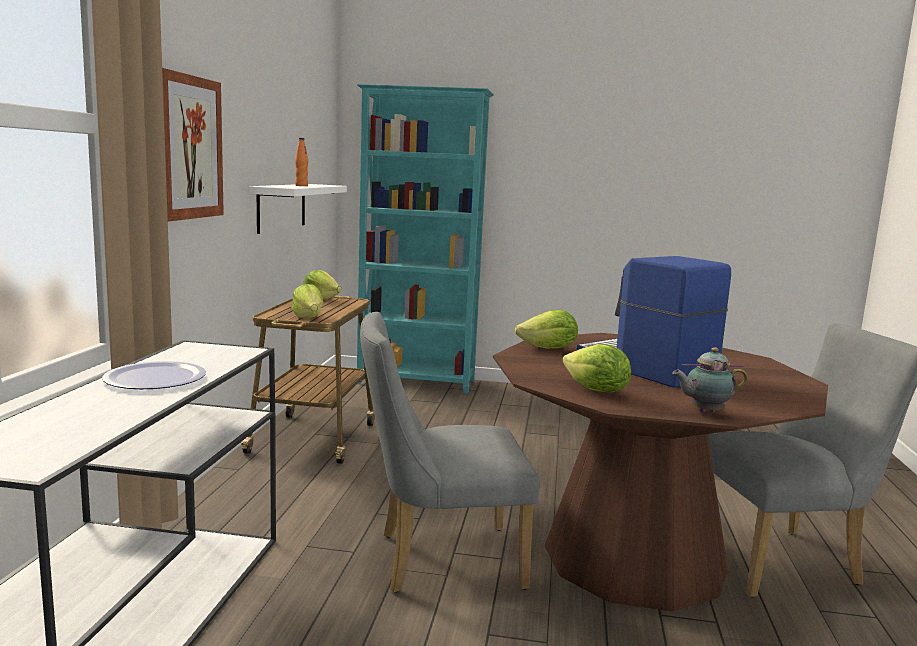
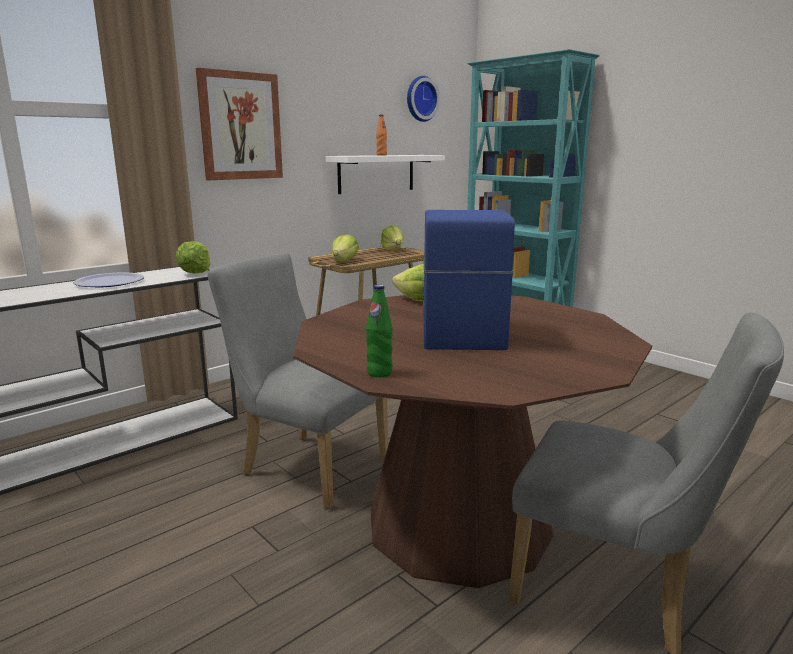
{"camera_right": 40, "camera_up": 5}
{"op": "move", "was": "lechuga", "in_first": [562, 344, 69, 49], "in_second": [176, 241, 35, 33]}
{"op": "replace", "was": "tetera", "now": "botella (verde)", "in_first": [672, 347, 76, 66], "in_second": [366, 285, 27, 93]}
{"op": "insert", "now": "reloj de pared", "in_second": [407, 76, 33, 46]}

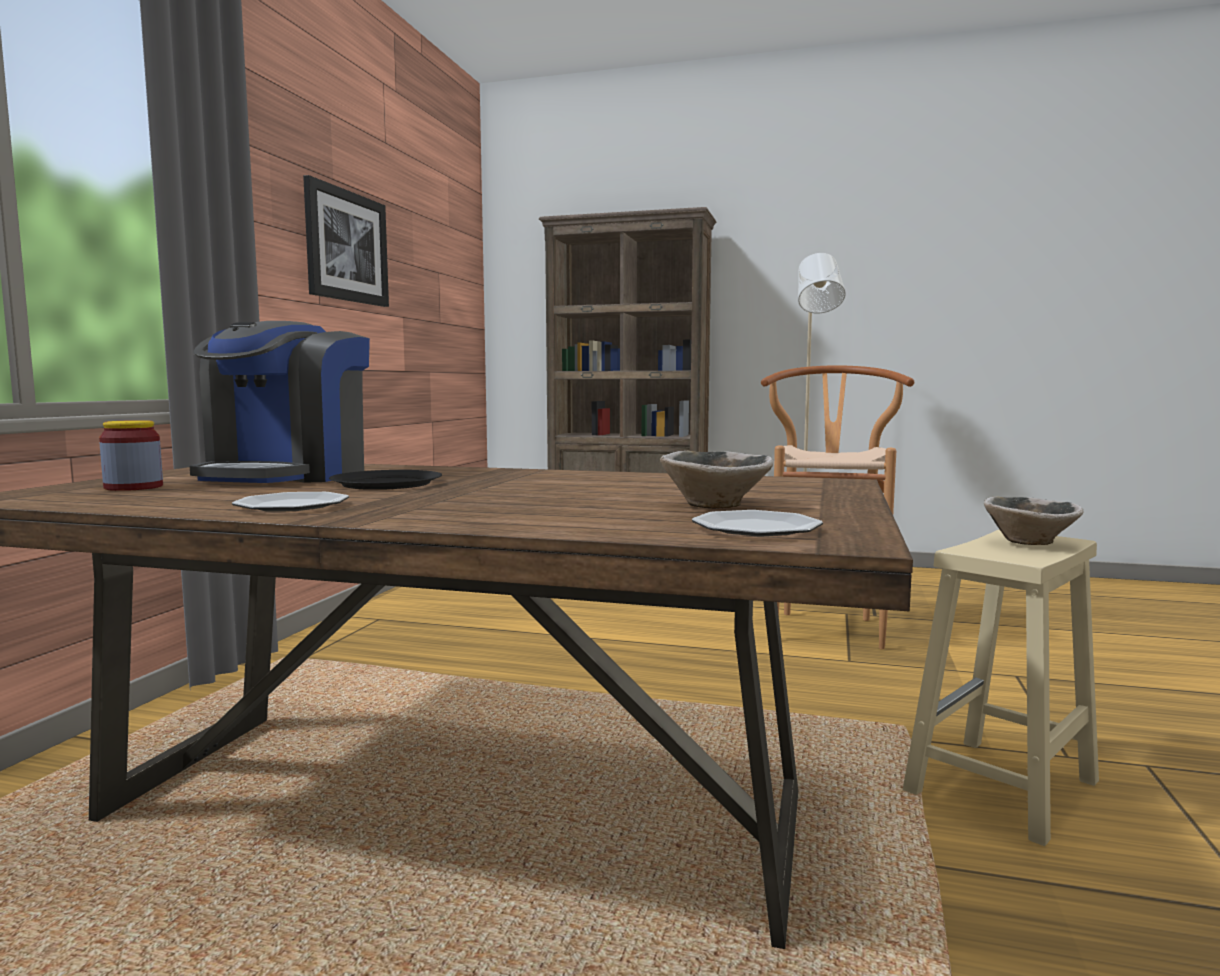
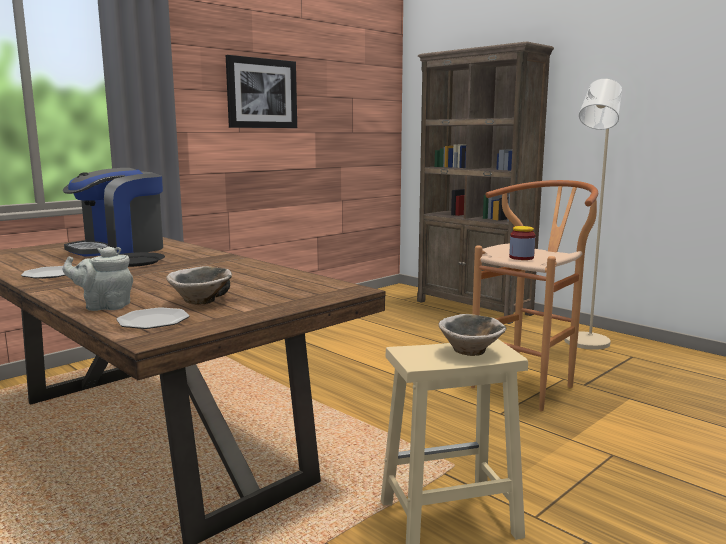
{"camera_right": 30, "camera_up": 5}
{"op": "move", "was": "tarro", "in_first": [99, 420, 64, 71], "in_second": [509, 226, 26, 34]}
{"op": "insert", "now": "tetera (gris)", "in_second": [63, 246, 70, 65]}

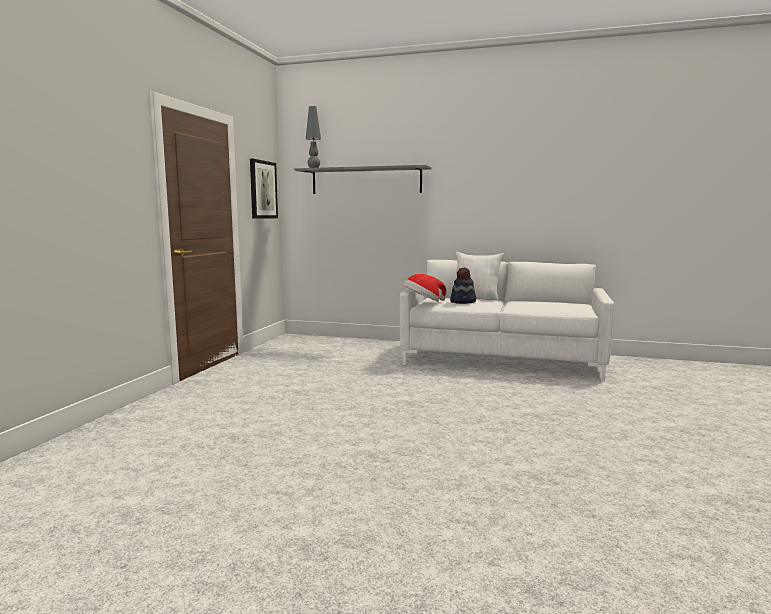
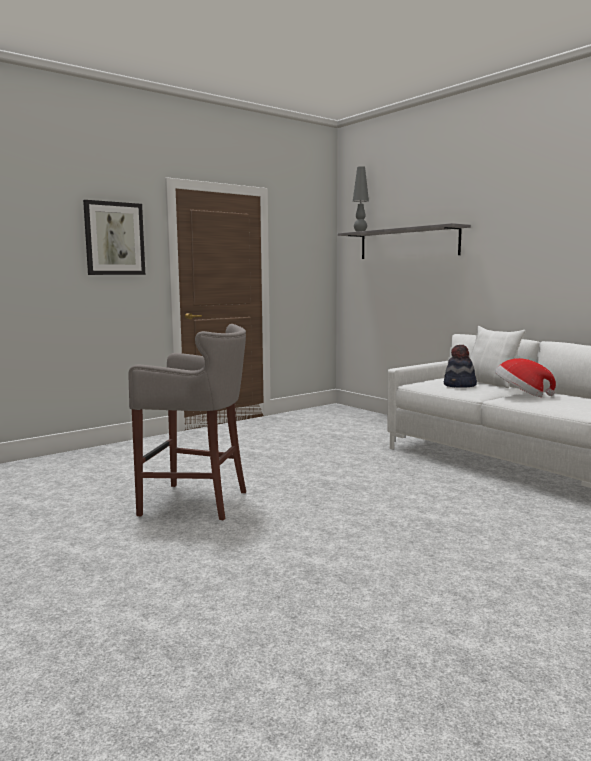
{"camera_right": 35, "camera_up": 0}
{"op": "move", "was": "cuadro", "in_first": [250, 159, 28, 60], "in_second": [83, 200, 62, 75]}
{"op": "move", "was": "sombrero", "in_first": [403, 274, 43, 28], "in_second": [495, 358, 61, 39]}
{"op": "insert", "now": "taburete (gris)", "in_second": [129, 324, 117, 196]}

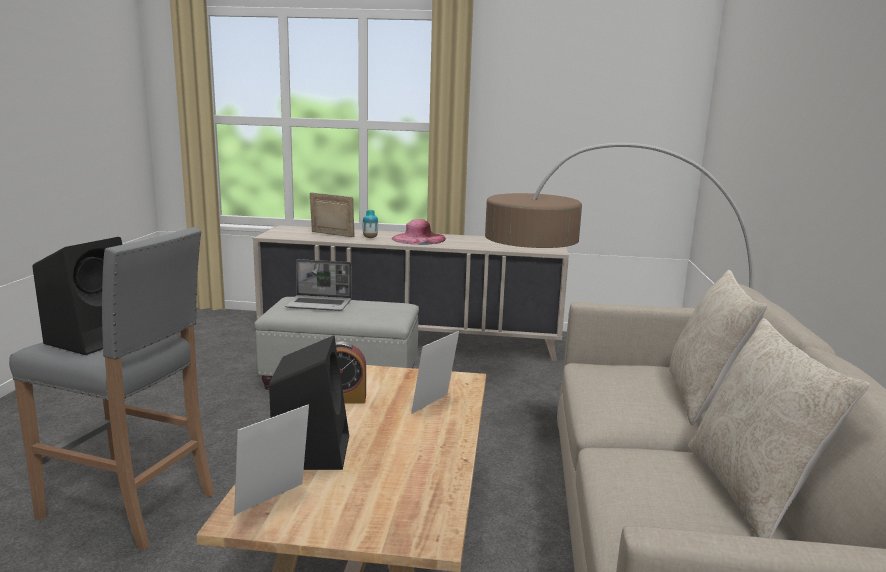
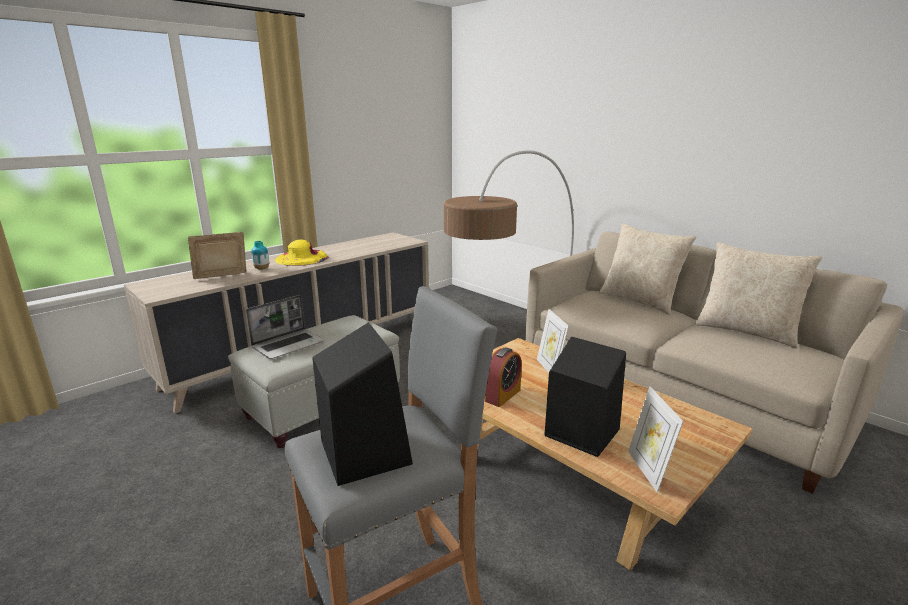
{"camera_right": -50, "camera_up": 5}
{"op": "recolor", "was": "sombrero (rosa)", "now": "sombrero (amarillo)", "in_first": [392, 219, 54, 26], "in_second": [275, 240, 53, 26]}

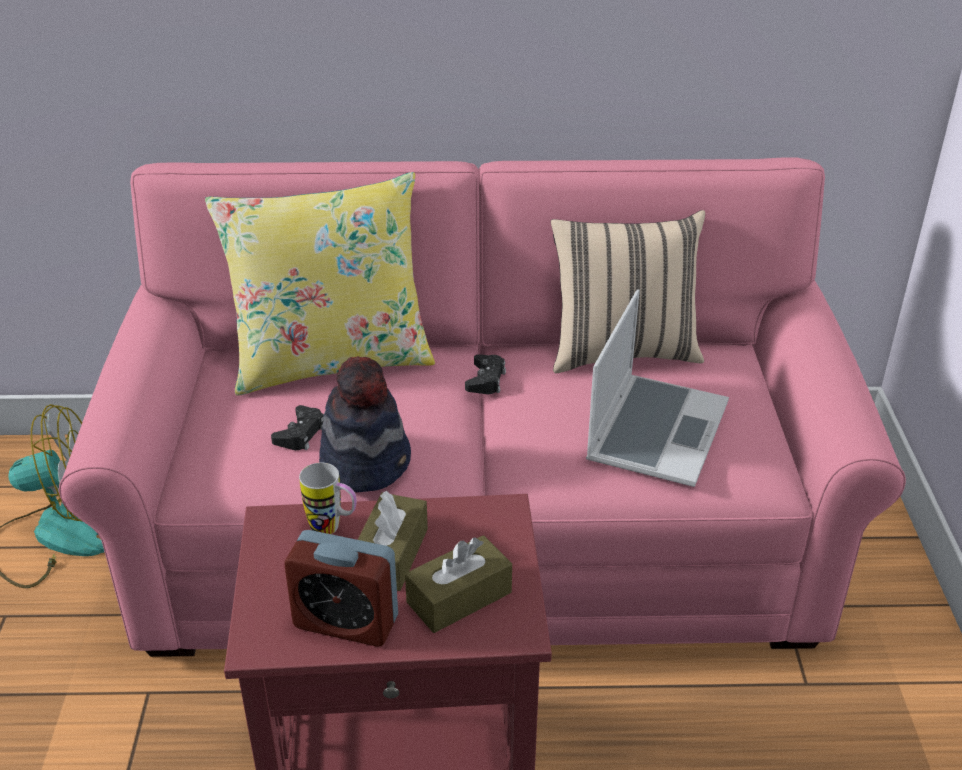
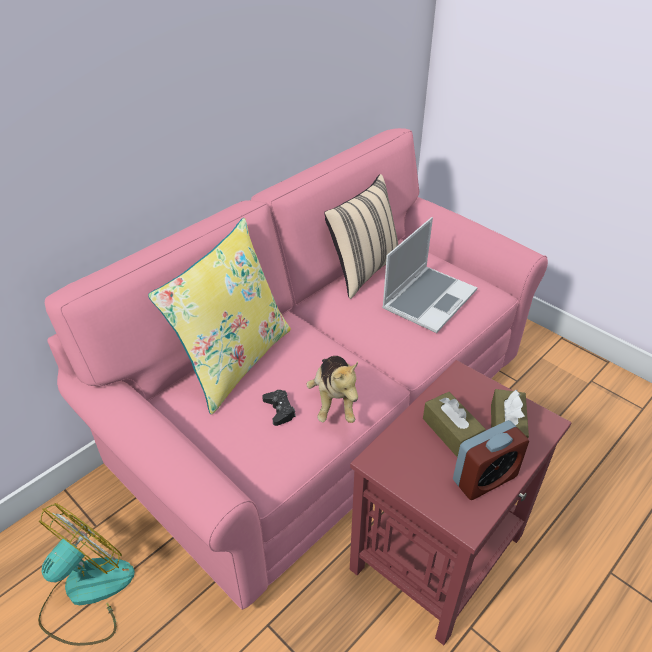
{"camera_right": -45, "camera_up": 5}
{"op": "rotate", "was": "portátil", "in_first": [586, 290, 143, 197], "in_second": [382, 217, 95, 116], "clockwise": 60}
{"op": "delete", "was": "mando de consola (negro)", "in_first": [465, 354, 41, 40]}
{"op": "replace", "was": "sombrero", "now": "peluche", "in_first": [319, 356, 92, 136], "in_second": [306, 356, 52, 67]}
{"op": "delete", "was": "taza grande", "in_first": [299, 463, 58, 71]}

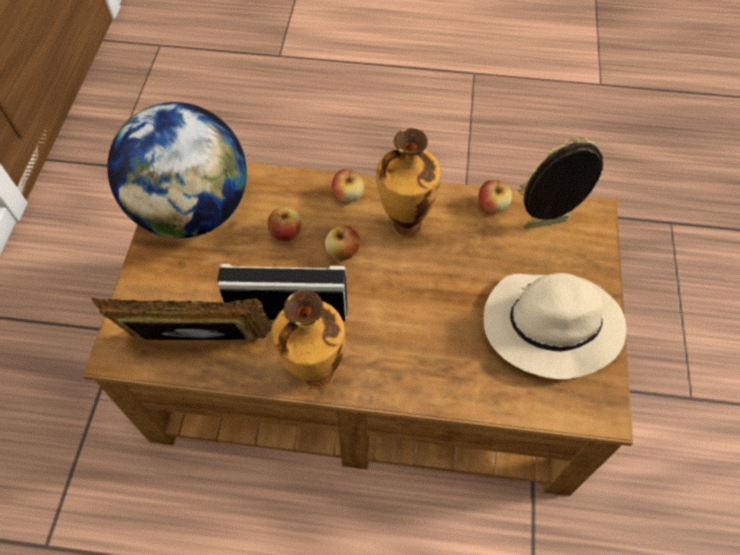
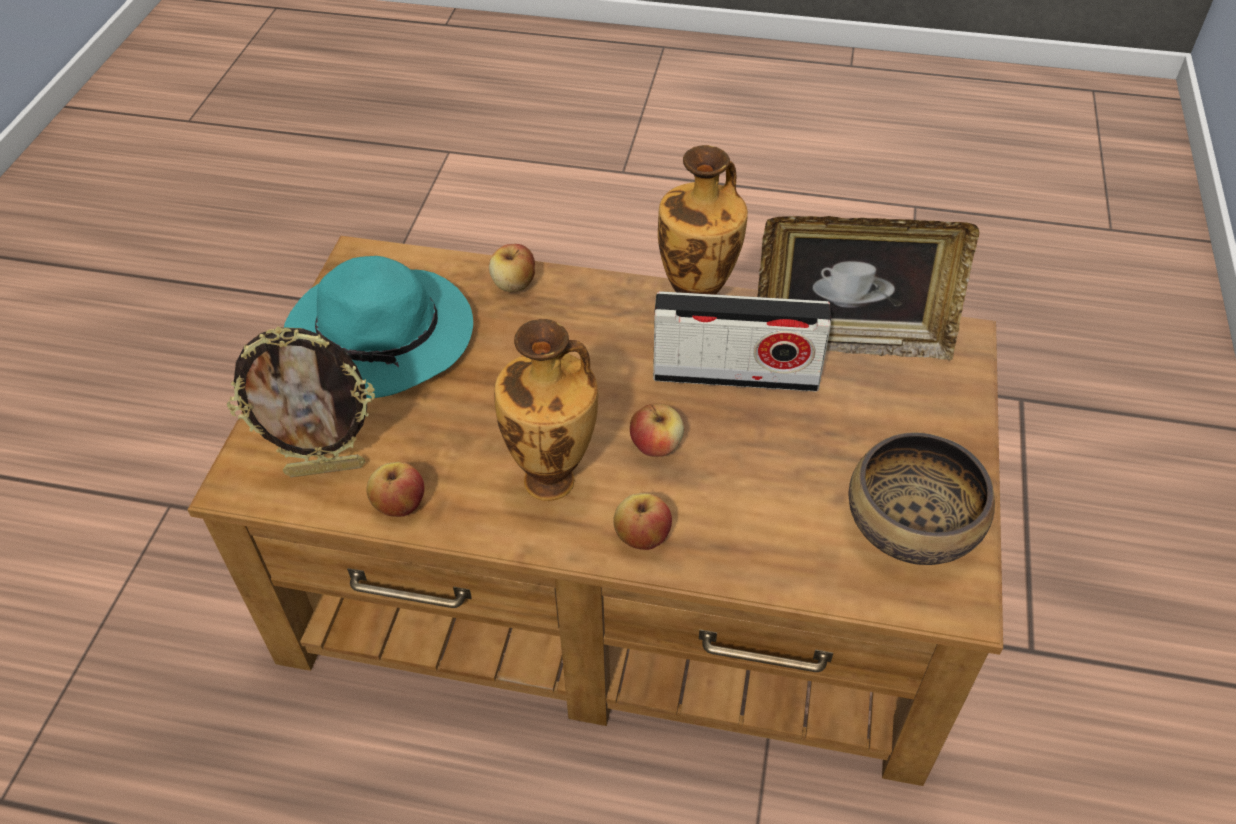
{"camera_right": -175, "camera_up": -10}
{"op": "replace", "was": "globo terráqueo", "now": "cuenco", "in_first": [107, 102, 140, 136], "in_second": [848, 433, 147, 132]}
{"op": "move", "was": "manzana", "in_first": [268, 207, 33, 34], "in_second": [489, 244, 46, 48]}
{"op": "recolor", "was": "sombrero (beis)", "now": "sombrero (turquesa)", "in_first": [484, 273, 142, 106], "in_second": [284, 256, 189, 142]}

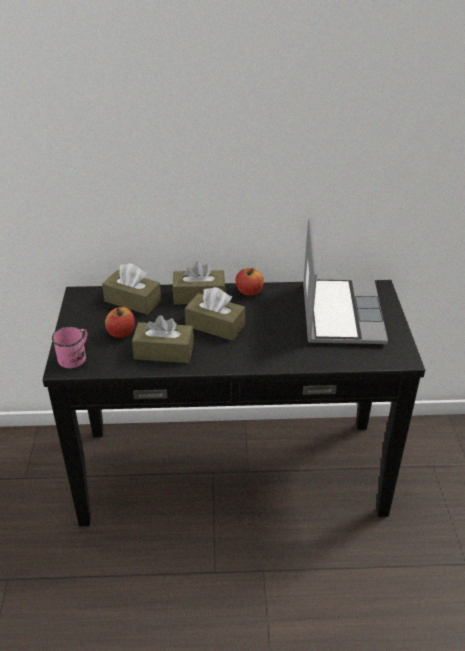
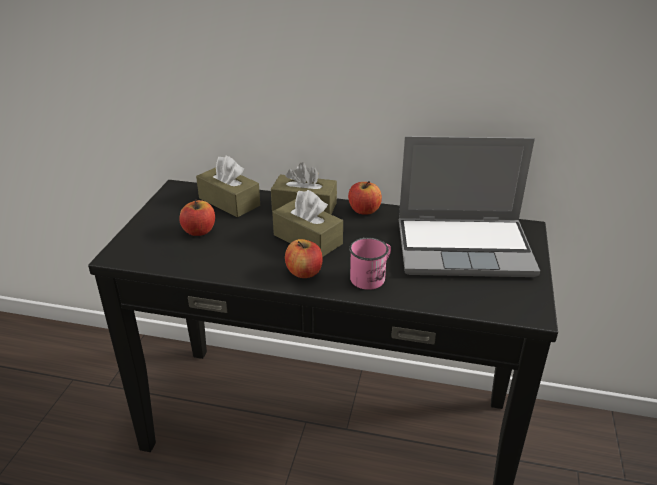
{"camera_right": 15, "camera_up": -5}
{"op": "rotate", "was": "portátil", "in_first": [303, 218, 85, 126], "in_second": [399, 136, 141, 141], "clockwise": 75}
{"op": "delete", "was": "caja de pañuelos (marrón)", "in_first": [132, 315, 62, 48]}
{"op": "move", "was": "taza grande (rosa)", "in_first": [52, 327, 35, 41], "in_second": [349, 238, 42, 52]}
{"op": "insert", "now": "manzana", "in_second": [285, 239, 37, 39]}

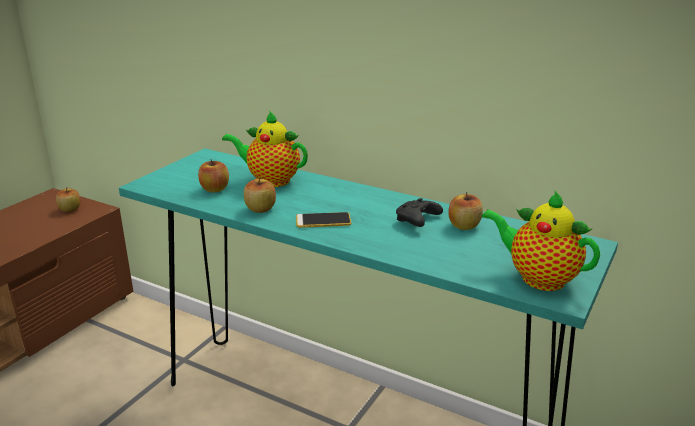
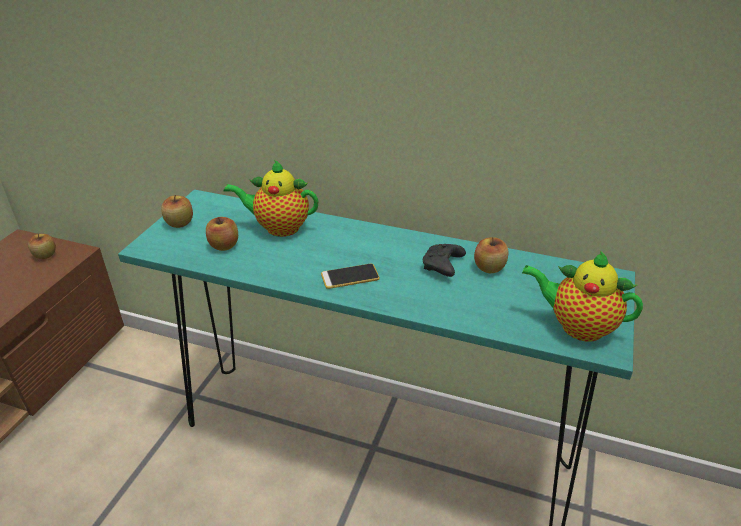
{"camera_right": -10, "camera_up": 10}
{"op": "move", "was": "manzana", "in_first": [244, 177, 32, 36], "in_second": [161, 195, 32, 33]}

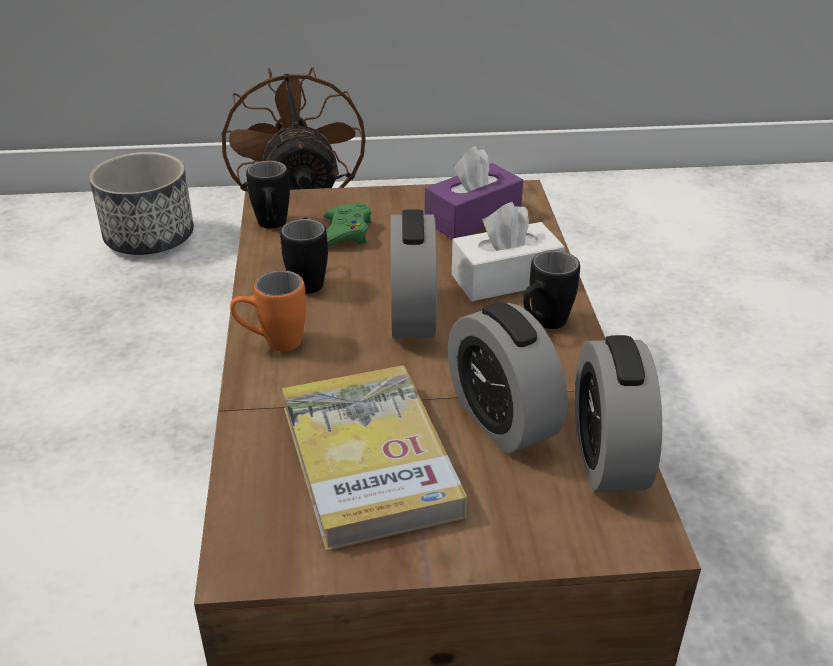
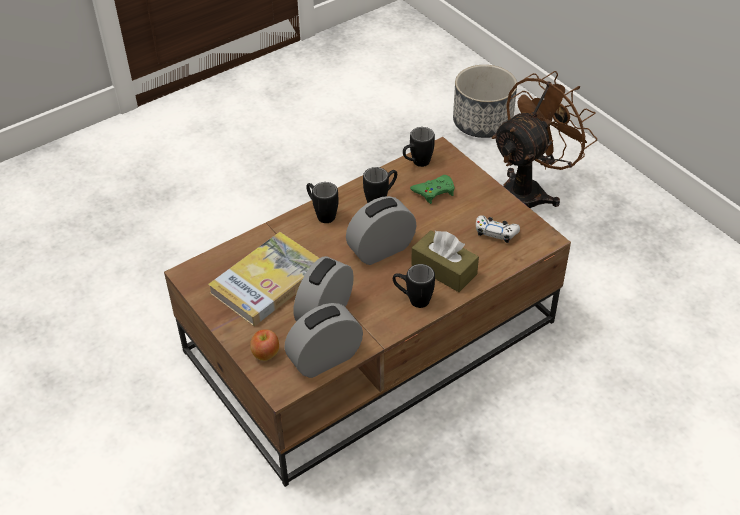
{"camera_right": 60, "camera_up": 10}
{"op": "replace", "was": "caja de pañuelos (morado)", "now": "mando de consola (blanco)", "in_first": [425, 146, 98, 93], "in_second": [476, 215, 44, 28]}
{"op": "recolor", "was": "caja de pañuelos (blanco)", "now": "caja de pañuelos (marrón)", "in_first": [452, 202, 113, 99], "in_second": [411, 230, 68, 62]}
{"op": "recolor", "was": "taza grande (naranja)", "now": "taza grande (negro)", "in_first": [230, 270, 76, 81], "in_second": [306, 182, 33, 41]}
{"op": "insert", "now": "manzana", "in_second": [250, 329, 29, 32]}

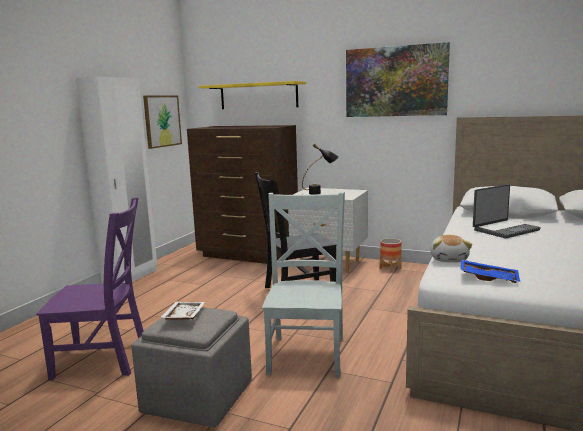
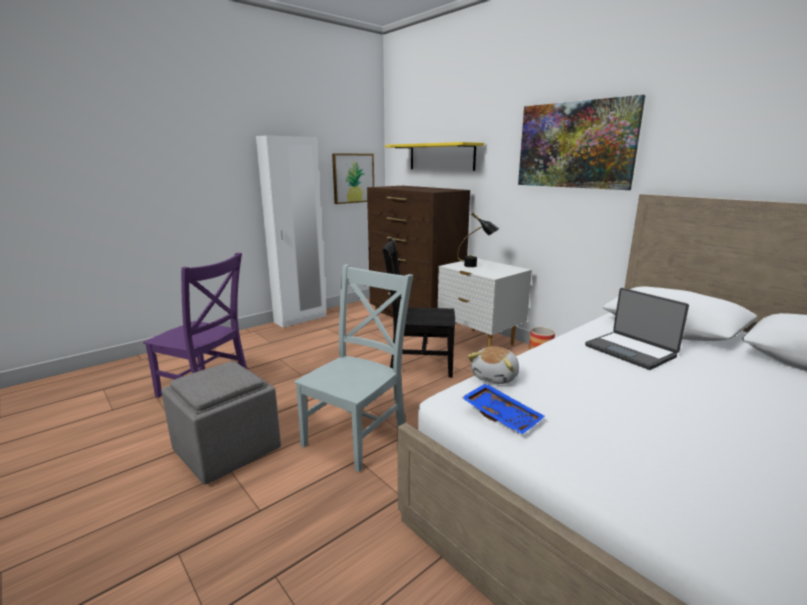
{"camera_right": 25, "camera_up": 5}
{"op": "rotate", "was": "portátil", "in_first": [473, 184, 68, 54], "in_second": [585, 288, 104, 82], "clockwise": 60}
{"op": "delete", "was": "bandeja (blanco)", "in_first": [160, 302, 45, 18]}

